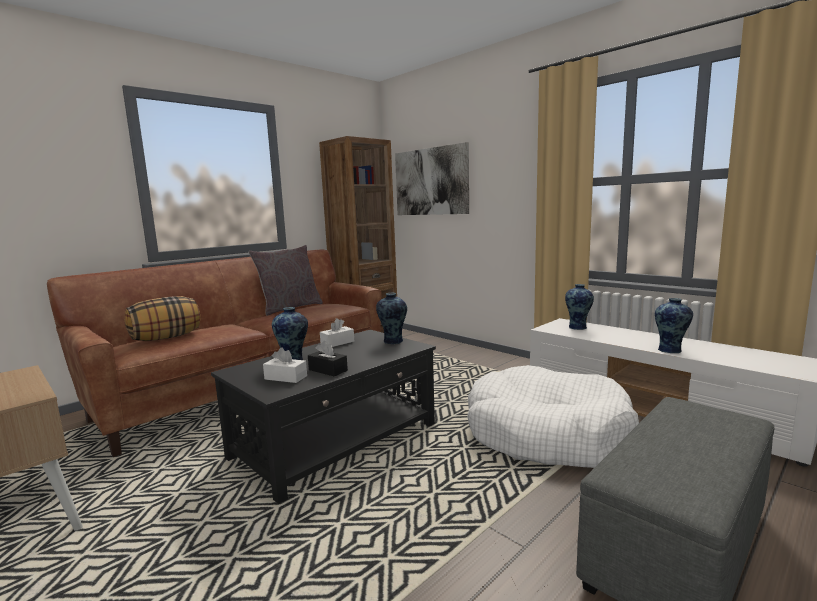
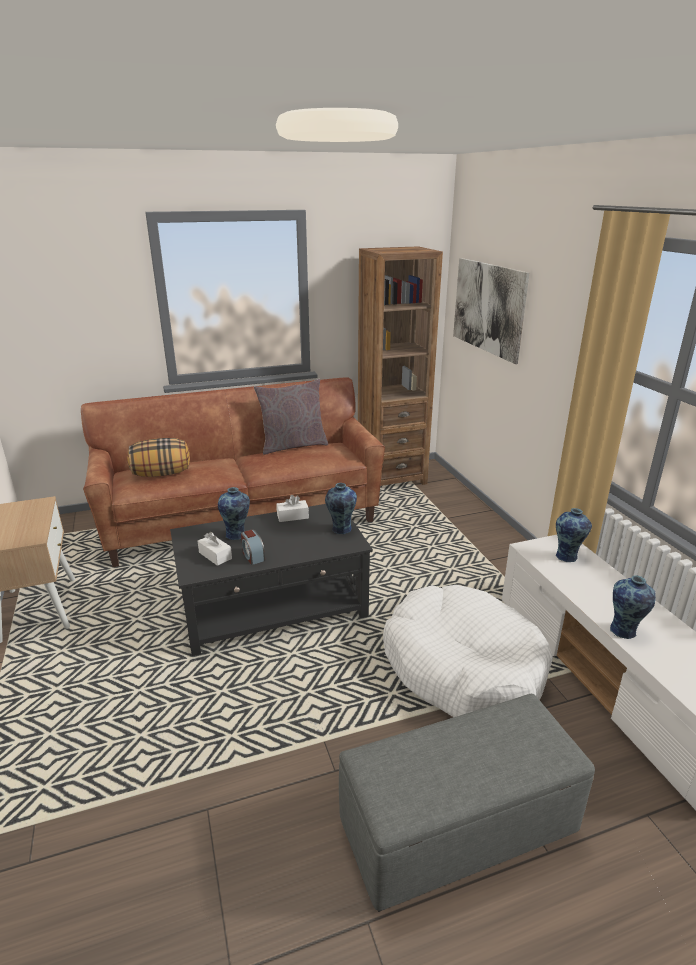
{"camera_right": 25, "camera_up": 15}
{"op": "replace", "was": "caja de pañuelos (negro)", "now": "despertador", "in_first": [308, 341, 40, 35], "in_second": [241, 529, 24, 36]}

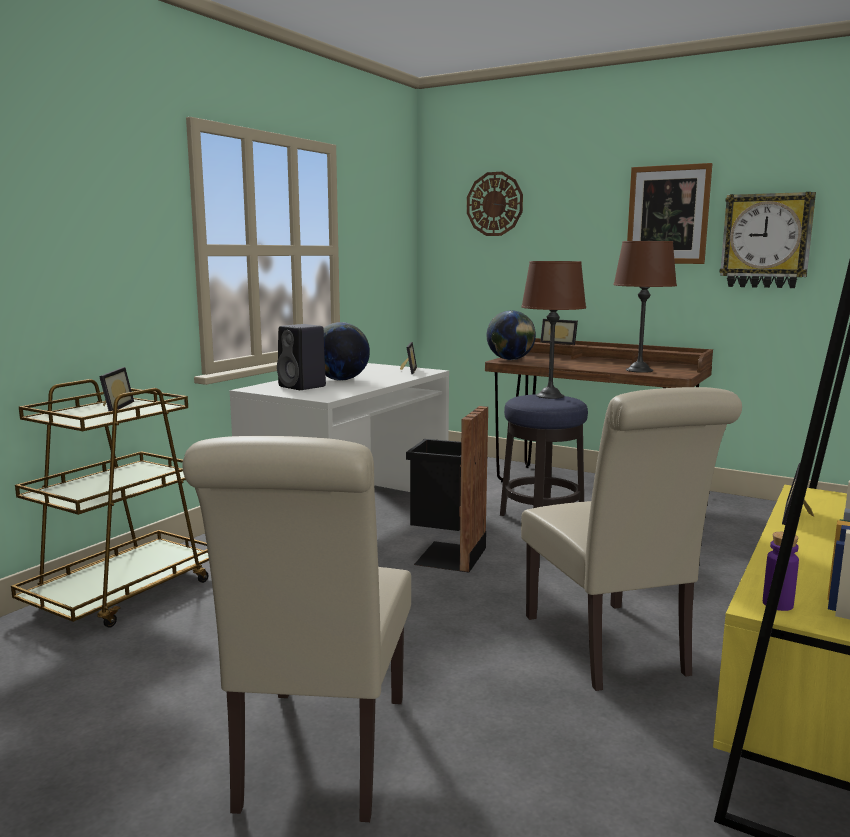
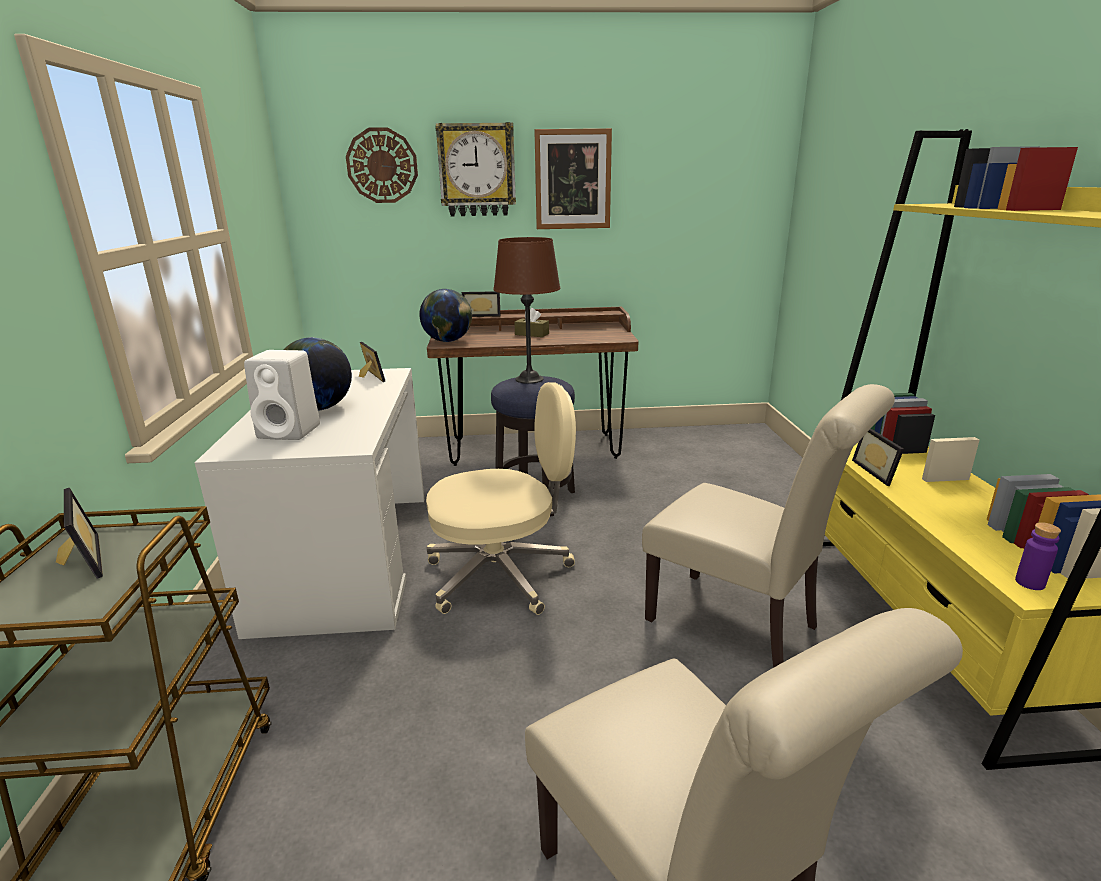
{"camera_right": -35, "camera_up": 10}
{"op": "move", "was": "reloj de pared", "in_first": [719, 192, 97, 96], "in_second": [436, 122, 80, 95]}
{"op": "delete", "was": "lámpara de mesa (marrón)", "in_first": [613, 241, 64, 132]}
{"op": "recolor", "was": "altavoz (negro)", "now": "altavoz (blanco)", "in_first": [277, 324, 49, 66], "in_second": [244, 350, 76, 90]}
{"op": "replace", "was": "papelera (negro)", "now": "silla de oficina (beis)", "in_first": [406, 406, 82, 167], "in_second": [426, 382, 150, 233]}
{"op": "insert", "now": "caja de pañuelos (marrón)", "in_second": [514, 308, 35, 29]}

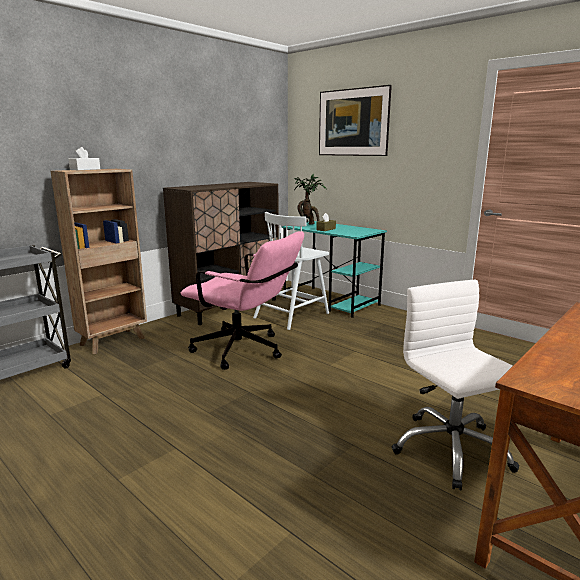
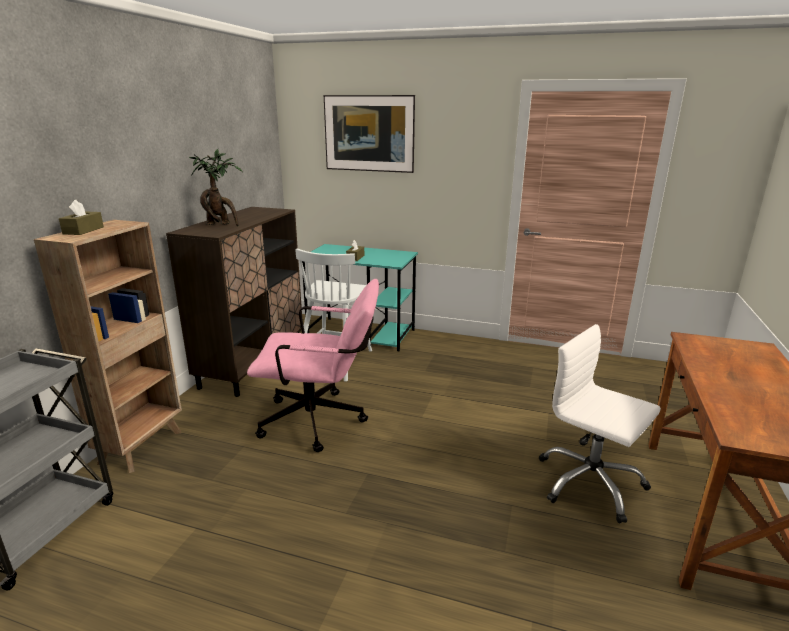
{"camera_right": -25, "camera_up": 5}
{"op": "recolor", "was": "caja de pañuelos (blanco)", "now": "caja de pañuelos (marrón)", "in_first": [68, 147, 32, 23], "in_second": [59, 200, 45, 35]}
{"op": "move", "was": "planta en maceta", "in_first": [294, 174, 33, 50], "in_second": [189, 149, 54, 77]}

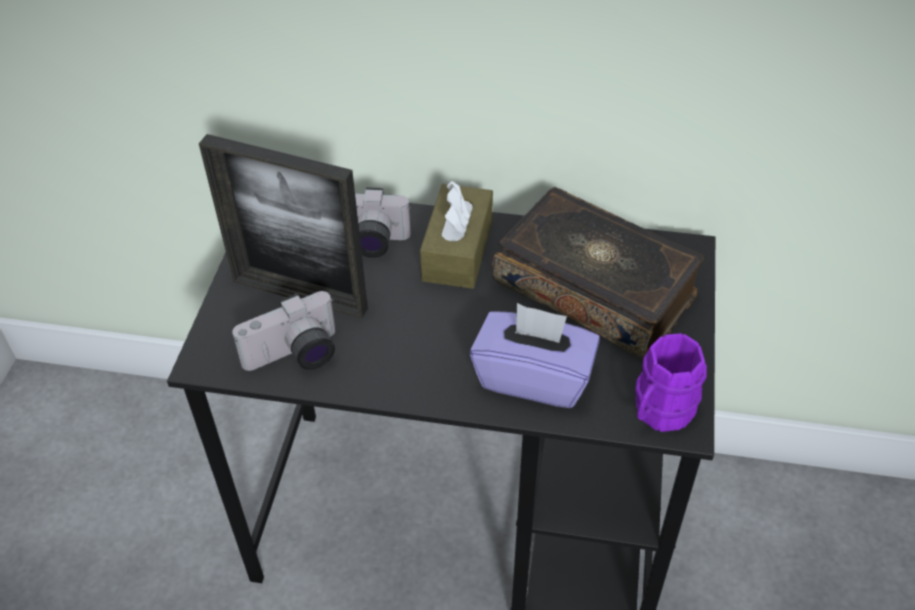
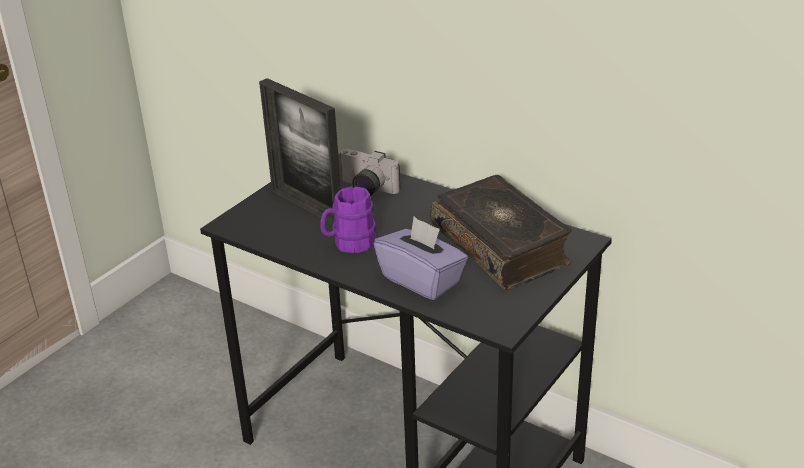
{"camera_right": 25, "camera_up": -15}
{"op": "delete", "was": "caja de pañuelos (marrón)", "in_first": [420, 181, 73, 108]}
{"op": "delete", "was": "cámara", "in_first": [232, 291, 103, 80]}
{"op": "move", "was": "taza grande (morado)", "in_first": [635, 333, 72, 99], "in_second": [320, 186, 56, 67]}

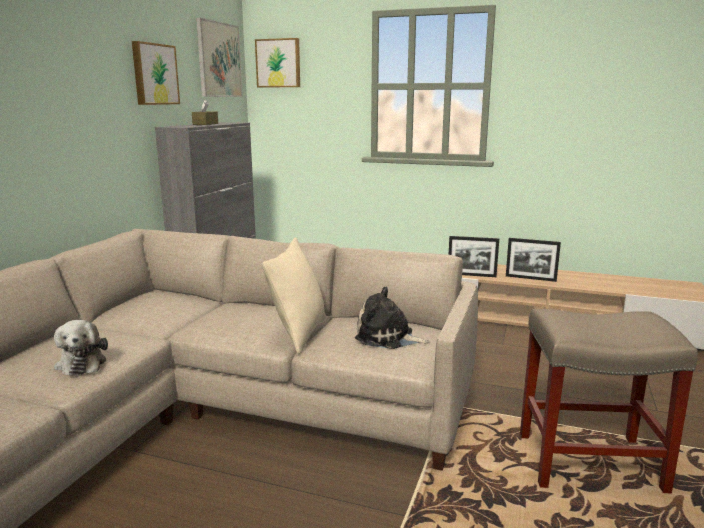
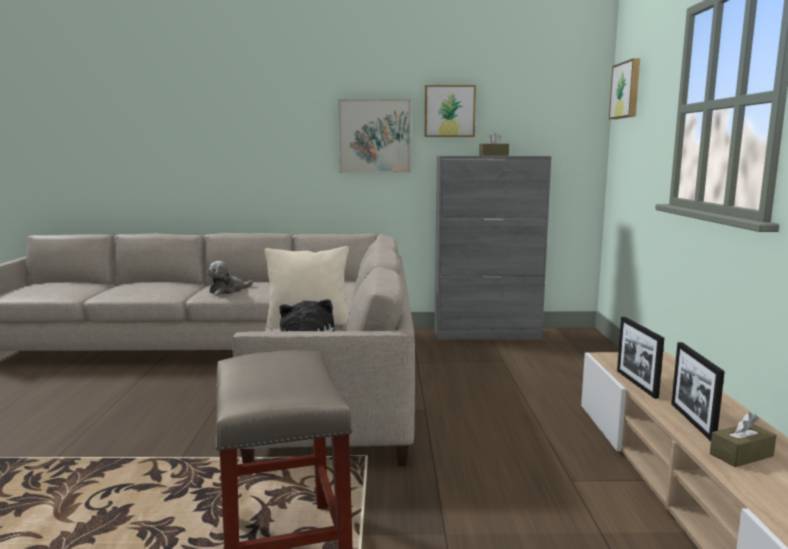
{"camera_right": 70, "camera_up": -5}
{"op": "move", "was": "cuadro", "in_first": [196, 18, 46, 79], "in_second": [338, 99, 73, 74]}
{"op": "insert", "now": "caja de pañuelos (marrón)", "in_second": [710, 412, 67, 55]}

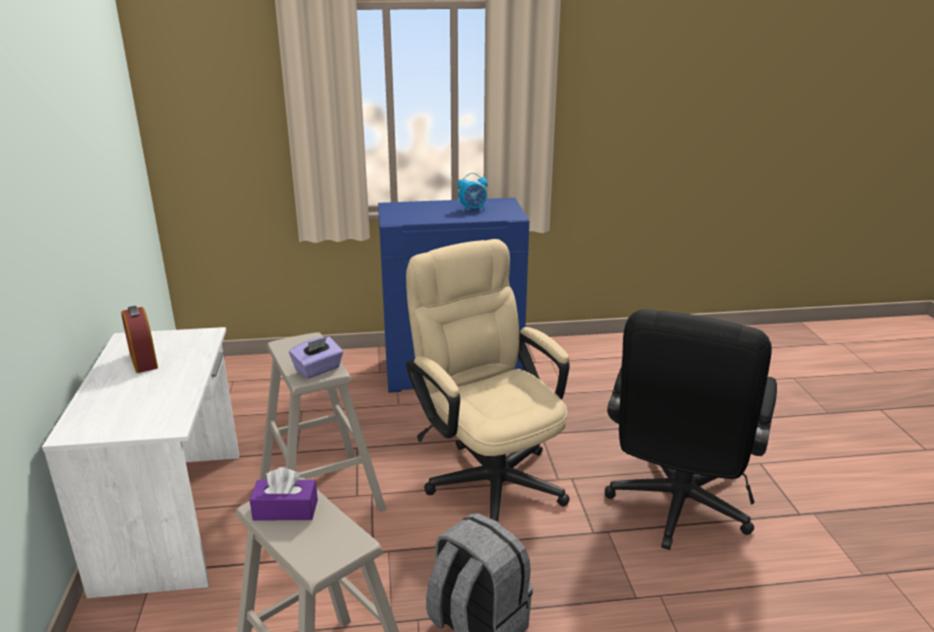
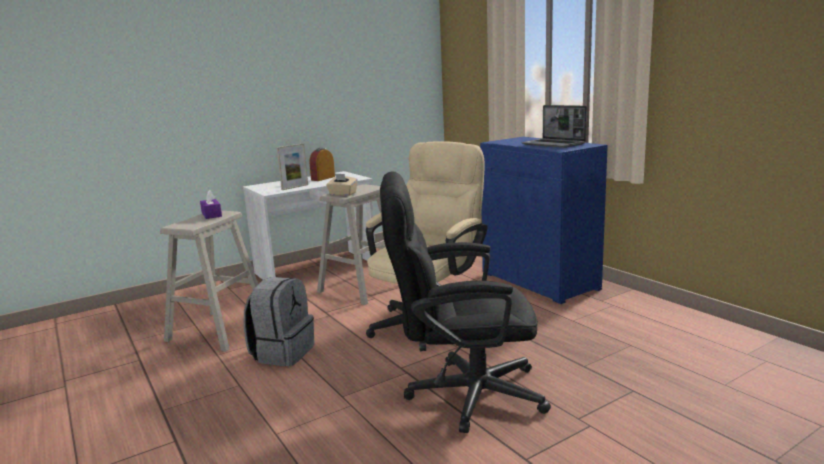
{"camera_right": 65, "camera_up": -10}
{"op": "replace", "was": "despertador", "now": "portátil", "in_first": [458, 173, 30, 39], "in_second": [522, 105, 65, 43]}
{"op": "recolor", "was": "caja de pañuelos (morado)", "now": "caja de pañuelos (beis)", "in_first": [289, 337, 54, 42], "in_second": [326, 173, 32, 23]}
{"op": "insert", "now": "portarretratos", "in_second": [277, 143, 31, 47]}

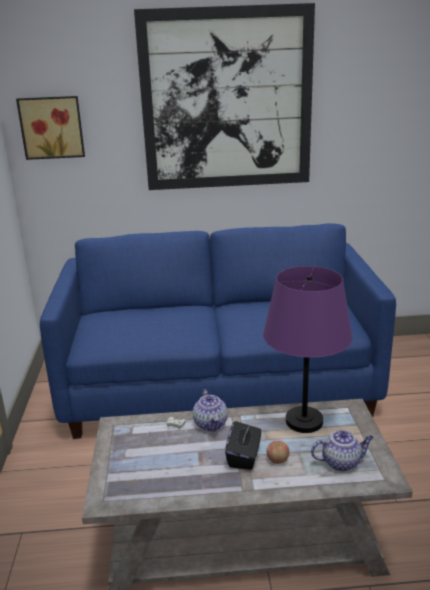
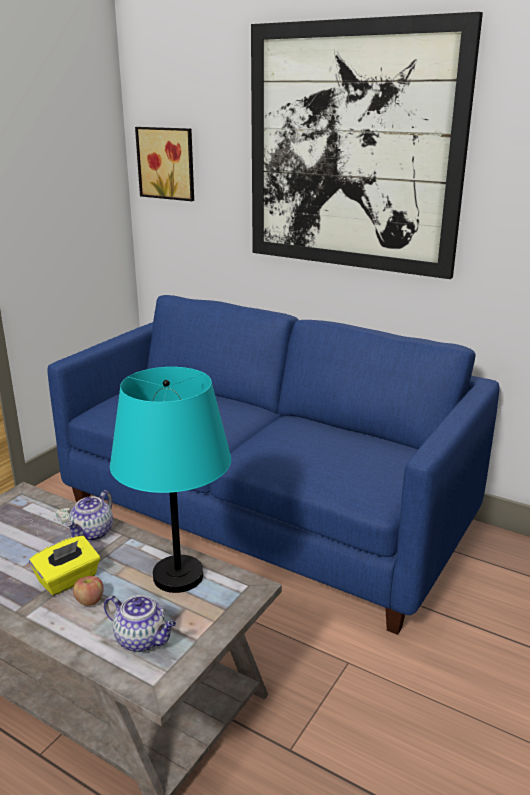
{"camera_right": 35, "camera_up": 0}
{"op": "recolor", "was": "lámpara de mesa (morado)", "now": "lámpara de mesa (turquesa)", "in_first": [263, 266, 90, 167], "in_second": [110, 367, 121, 226]}
{"op": "recolor", "was": "caja de pañuelos (negro)", "now": "caja de pañuelos (amarillo)", "in_first": [225, 421, 36, 49], "in_second": [29, 536, 71, 60]}

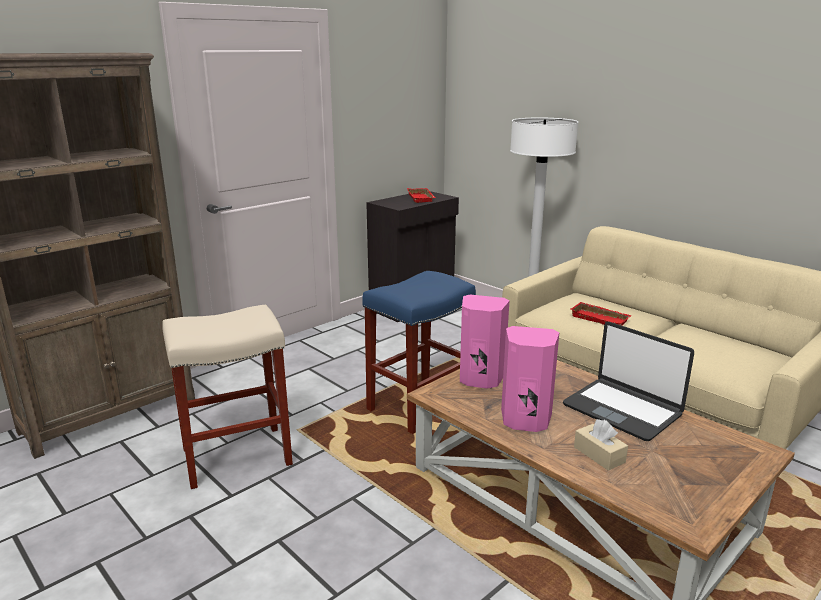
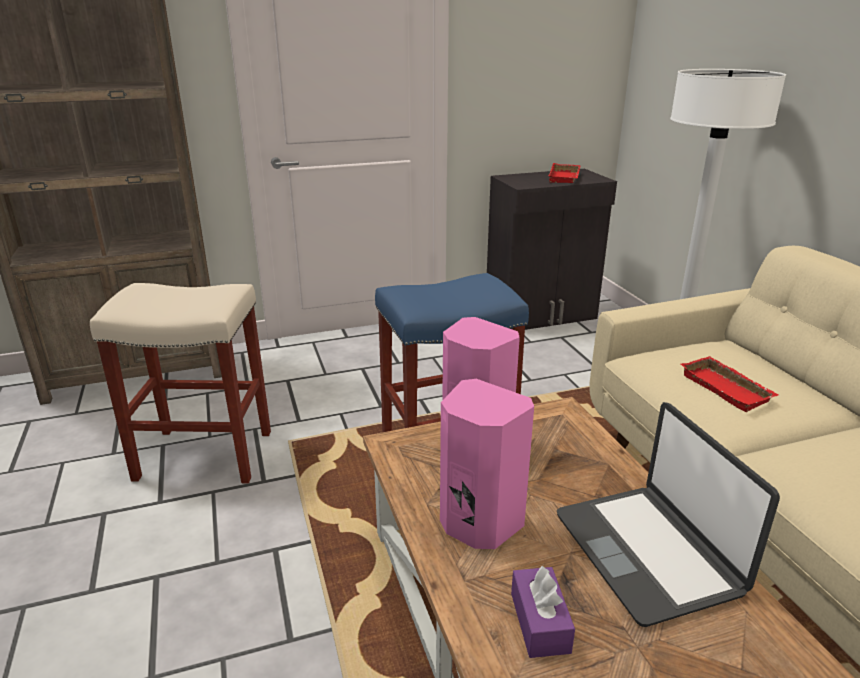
{"camera_right": 25, "camera_up": 5}
{"op": "recolor", "was": "caja de pañuelos (beis)", "now": "caja de pañuelos (morado)", "in_first": [574, 419, 54, 52], "in_second": [511, 565, 64, 93]}

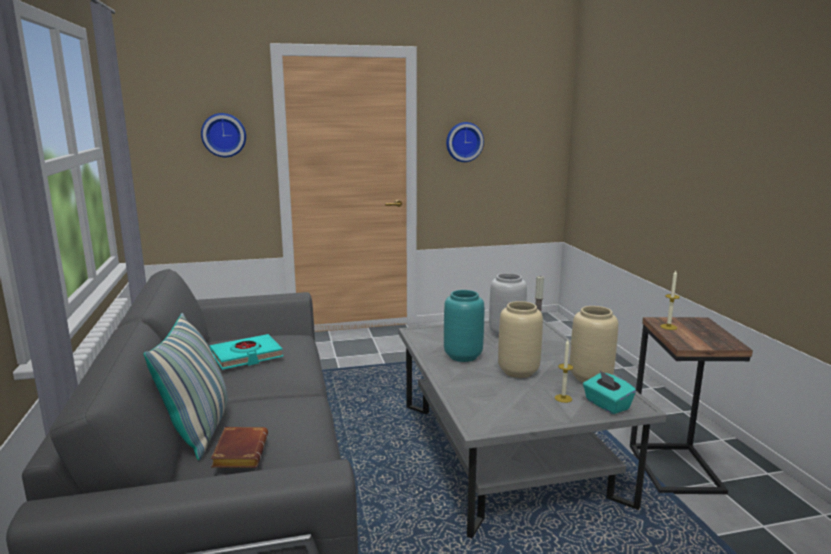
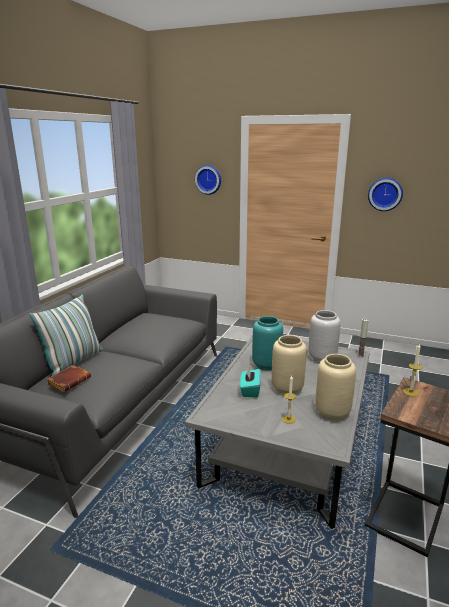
{"camera_right": 35, "camera_up": 5}
{"op": "delete", "was": "libro (turquesa)", "in_first": [210, 334, 73, 36]}
{"op": "move", "was": "caja de pañuelos (turquesa)", "in_first": [583, 371, 53, 43], "in_second": [240, 366, 21, 32]}

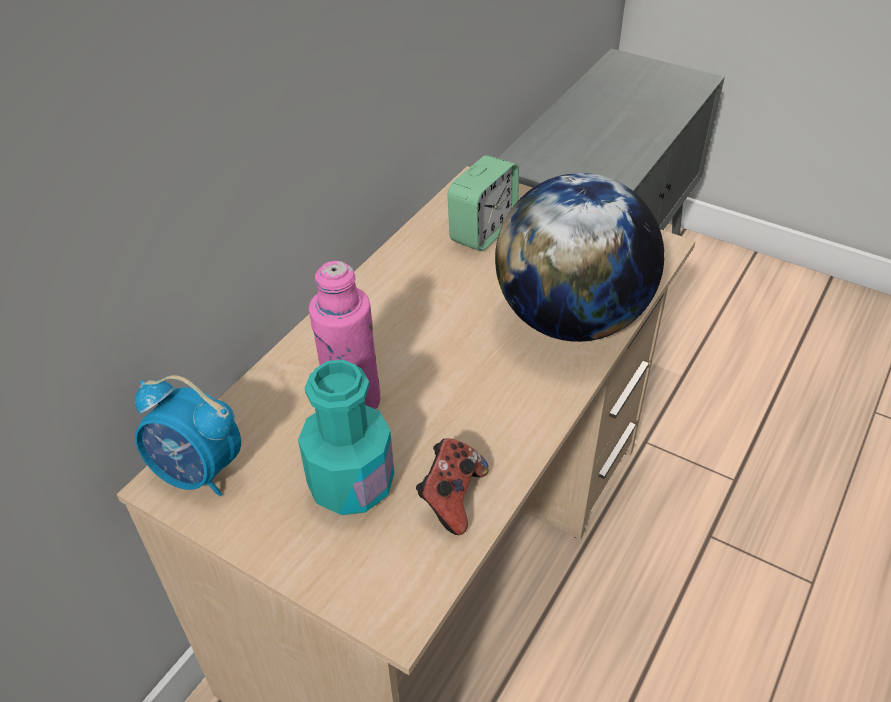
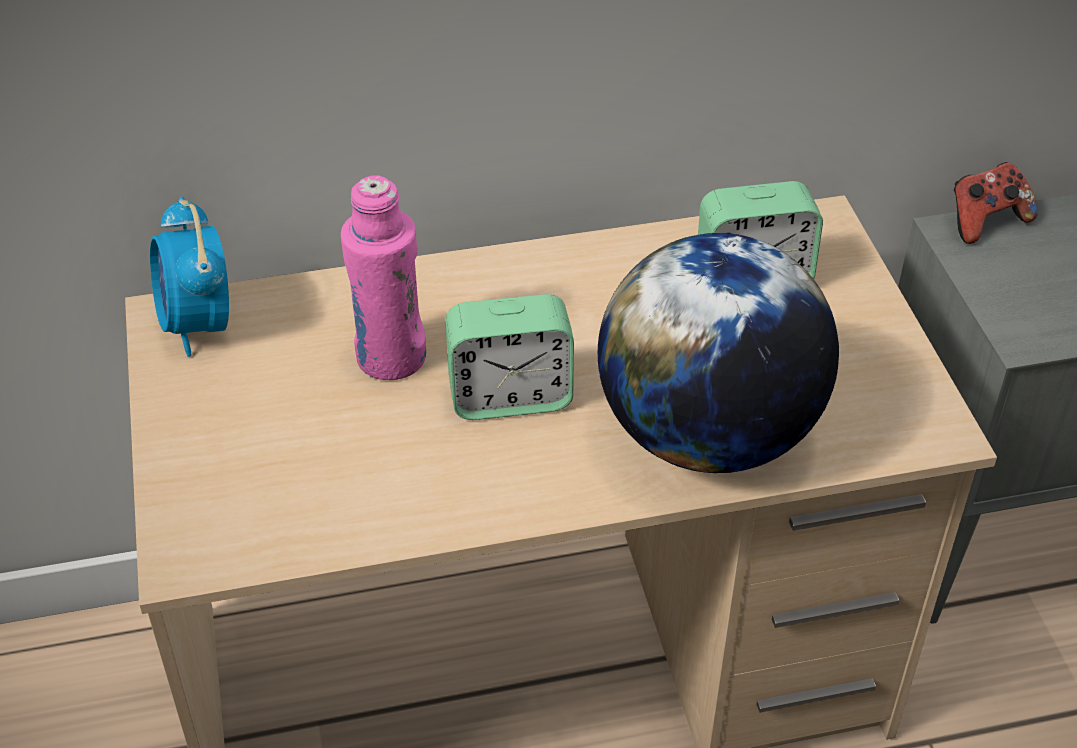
{"camera_right": 45, "camera_up": 0}
{"op": "delete", "was": "botella (turquesa)", "in_first": [298, 360, 96, 155]}
{"op": "move", "was": "mando de consola", "in_first": [416, 438, 73, 97], "in_second": [954, 162, 84, 82]}
{"op": "insert", "now": "despertador", "in_second": [445, 294, 129, 126]}

